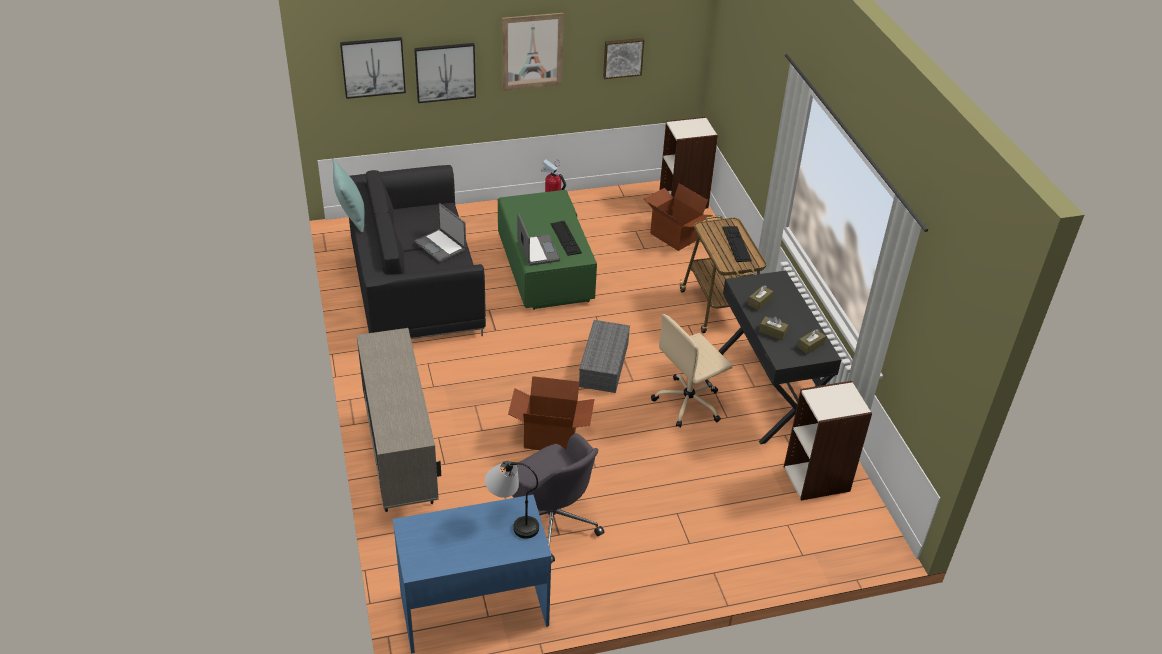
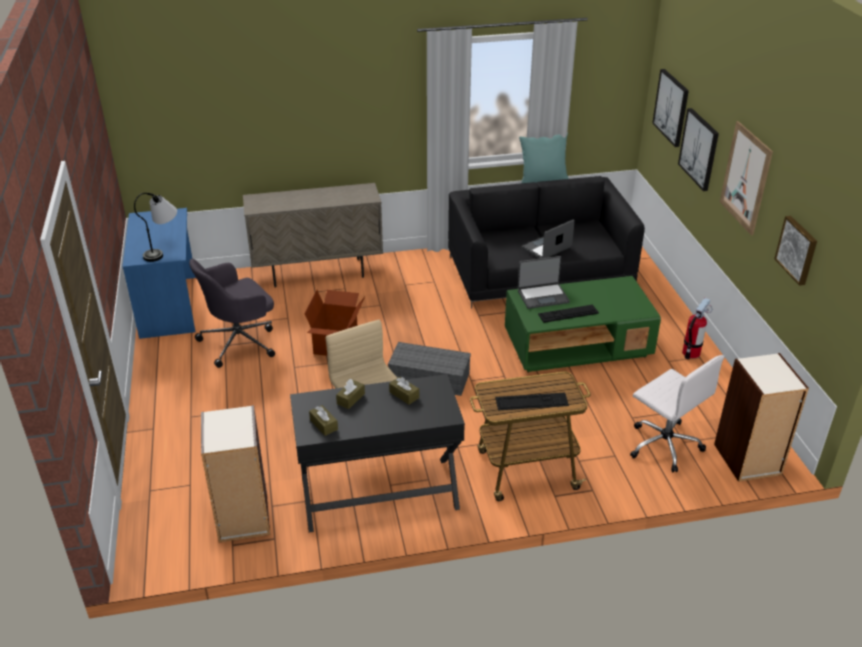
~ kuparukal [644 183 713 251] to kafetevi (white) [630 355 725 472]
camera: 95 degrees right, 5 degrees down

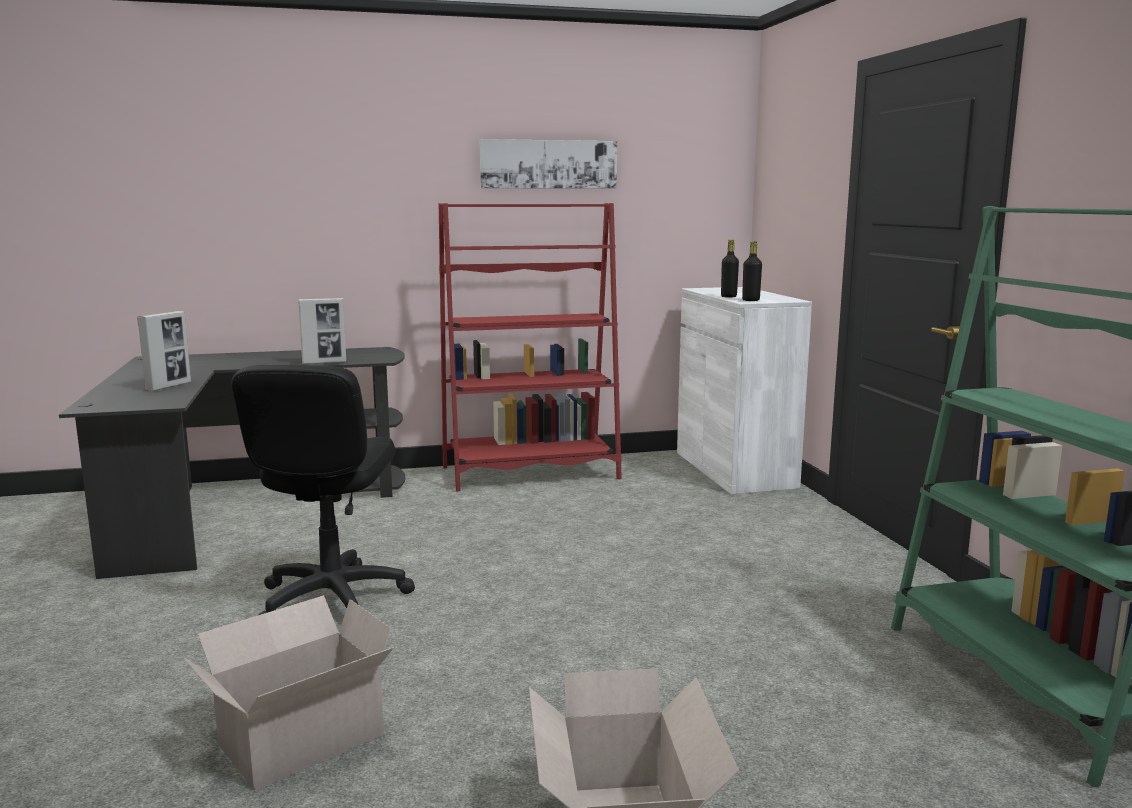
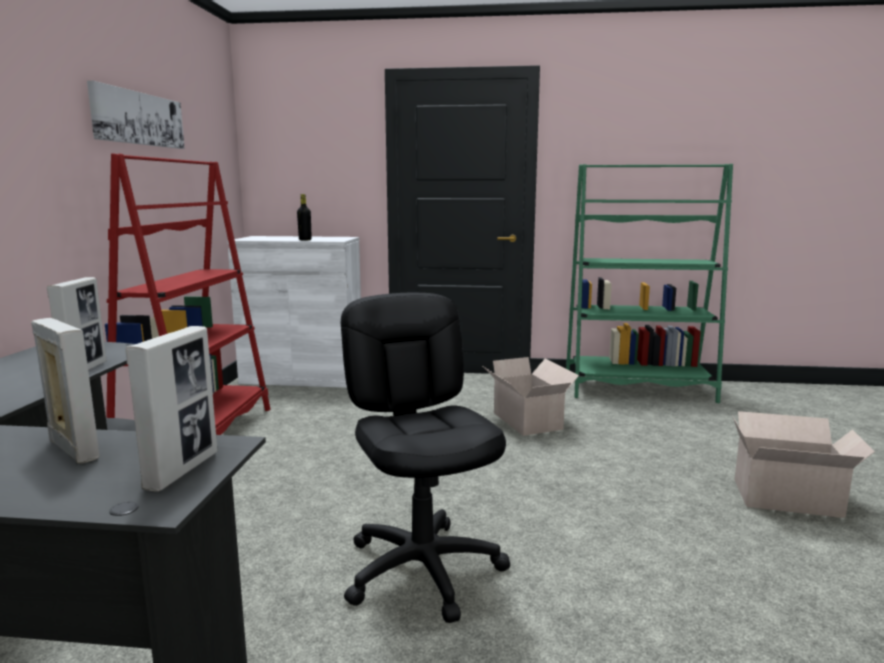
- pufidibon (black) [742 241 762 301]
+ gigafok [125 326 217 492]
~ kuparukal [184 595 394 790] to [482 357 579 436]
~ kafetevi (black) [231 365 415 615] = [341 293 510 623] 135 degrees counterclockwise
camera: 70 degrees left, 0 degrees up

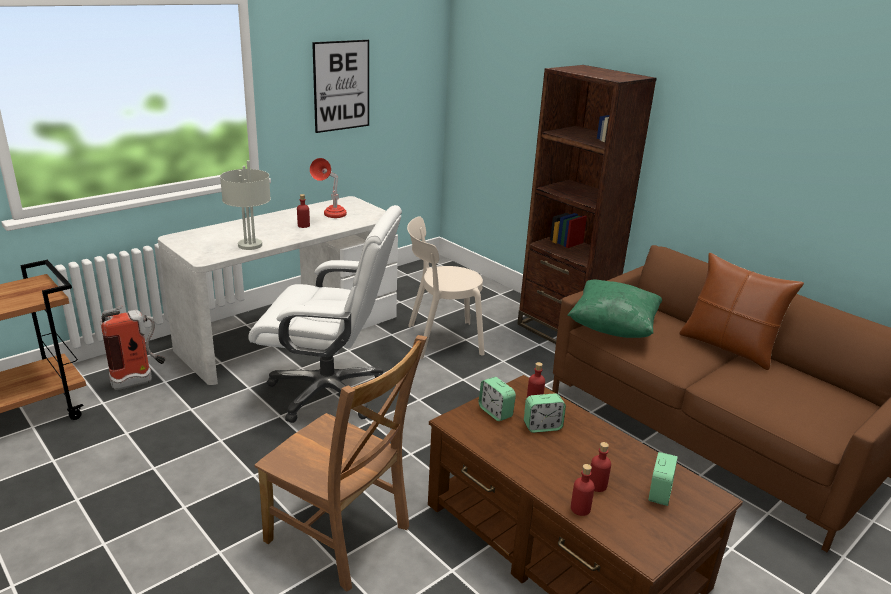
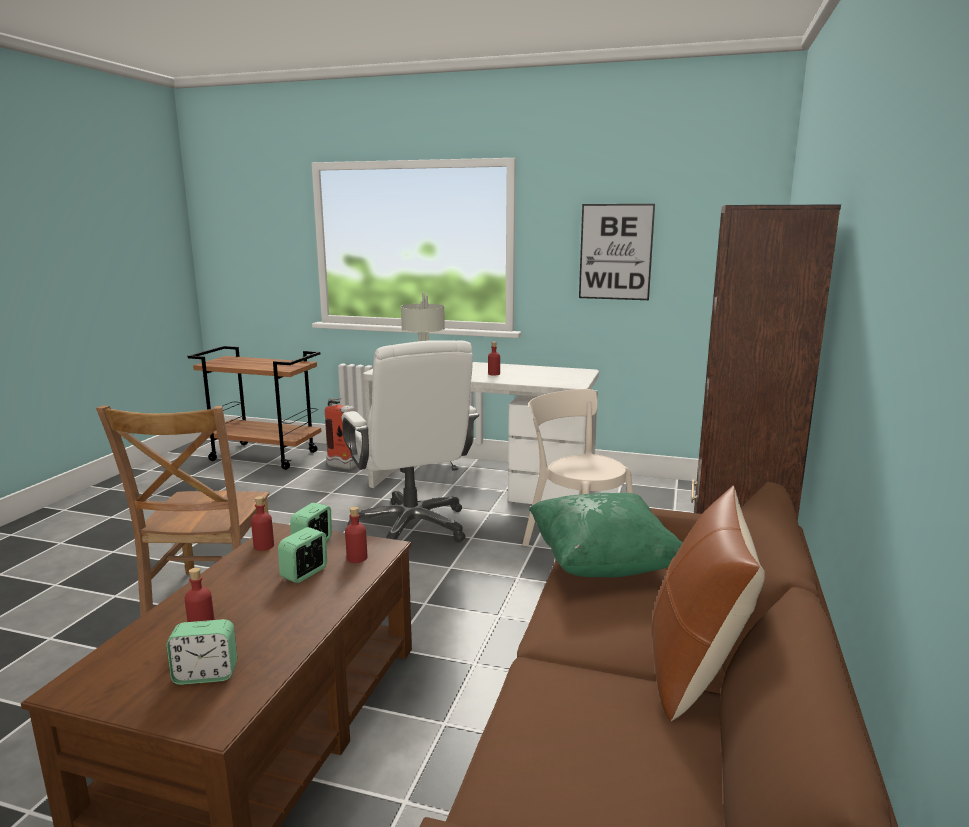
- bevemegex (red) [310 158 347 218]
~ pufidibon (red) [571 464 595 516] to [251 496 274 551]
~ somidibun [524 393 566 433] = [278 527 327 583] 75 degrees clockwise
camera: 60 degrees right, 10 degrees down

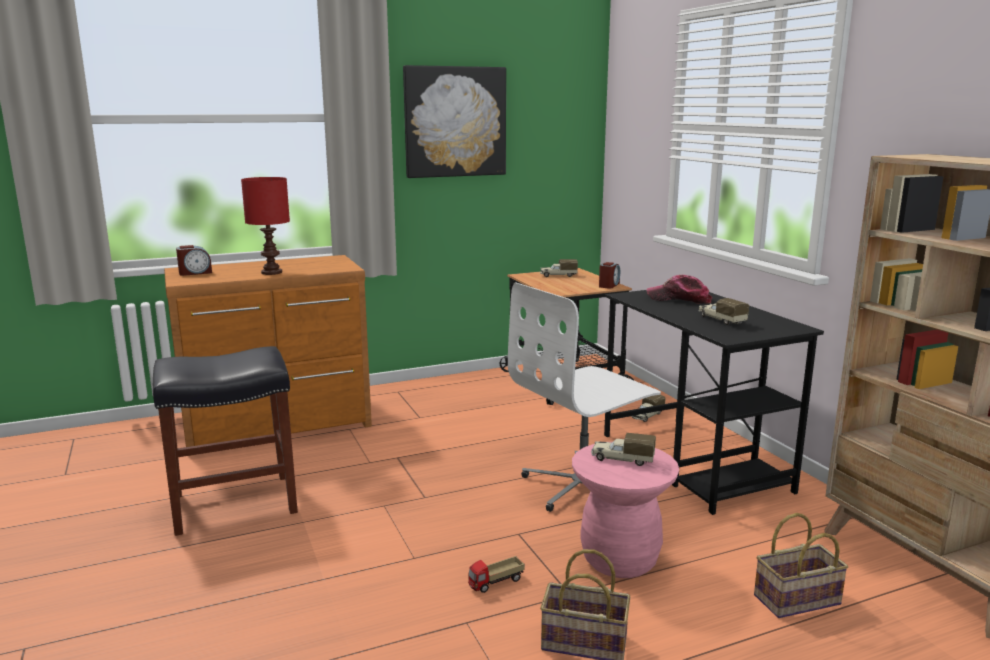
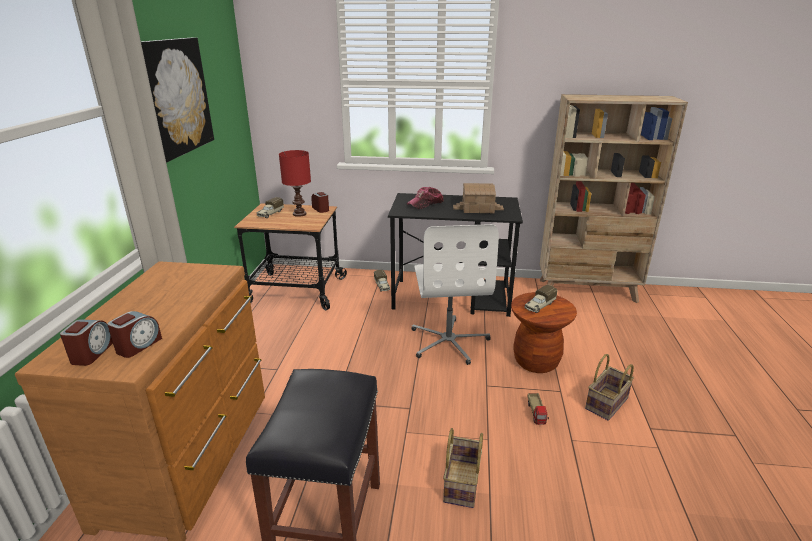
+ somidibun [107 311 162 358]
~ bevemegex (red) [241 177 290 275] to [279 150 311 217]
~ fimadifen [754 513 848 618] to [443 428 483 508]
~ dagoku [698 298 749 325] to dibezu [453 183 504 213]
~ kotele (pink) [572 442 679 578] to kotele (brown) [511 292 577 373]
camera: 60 degrees left, 10 degrees up

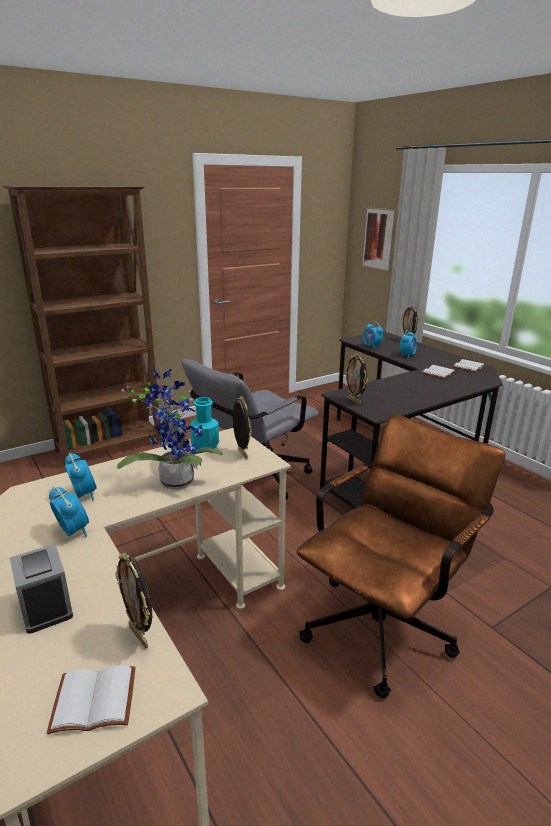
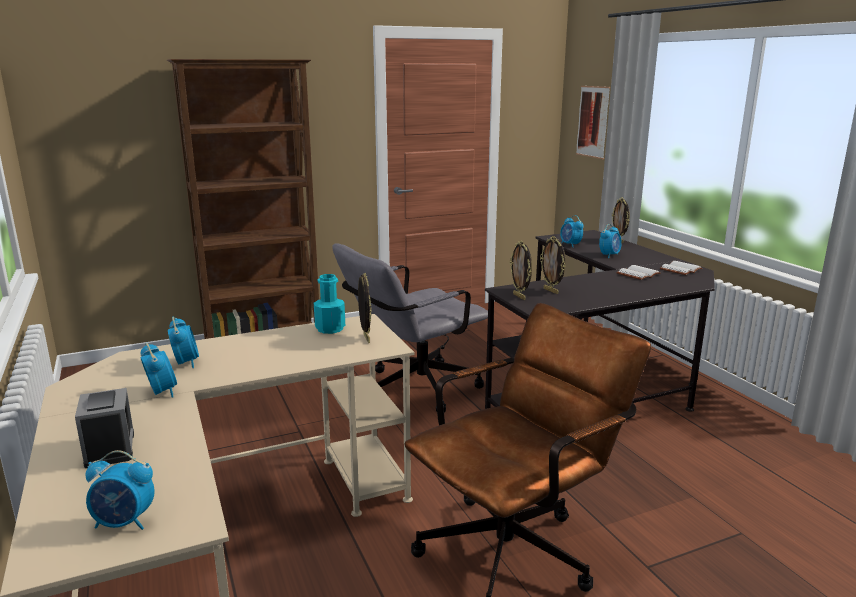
- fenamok [117 367 223 490]
~ gigafok [115 553 152 648] to [540 236 566 294]
~ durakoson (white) [47 665 136 734] to somidibun [85 450 155 530]
camera: 10 degrees right, 5 degrees down

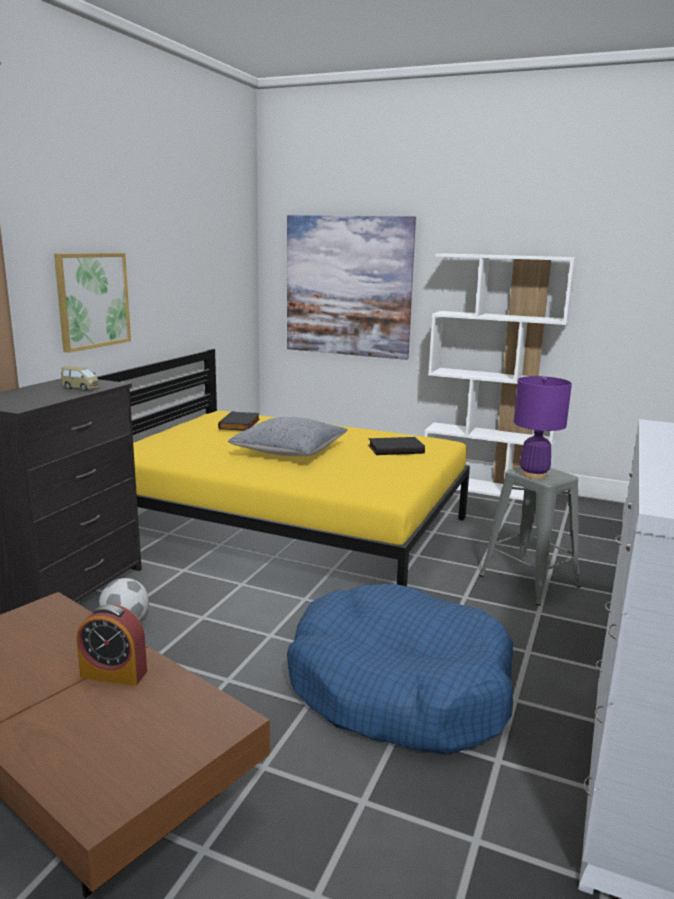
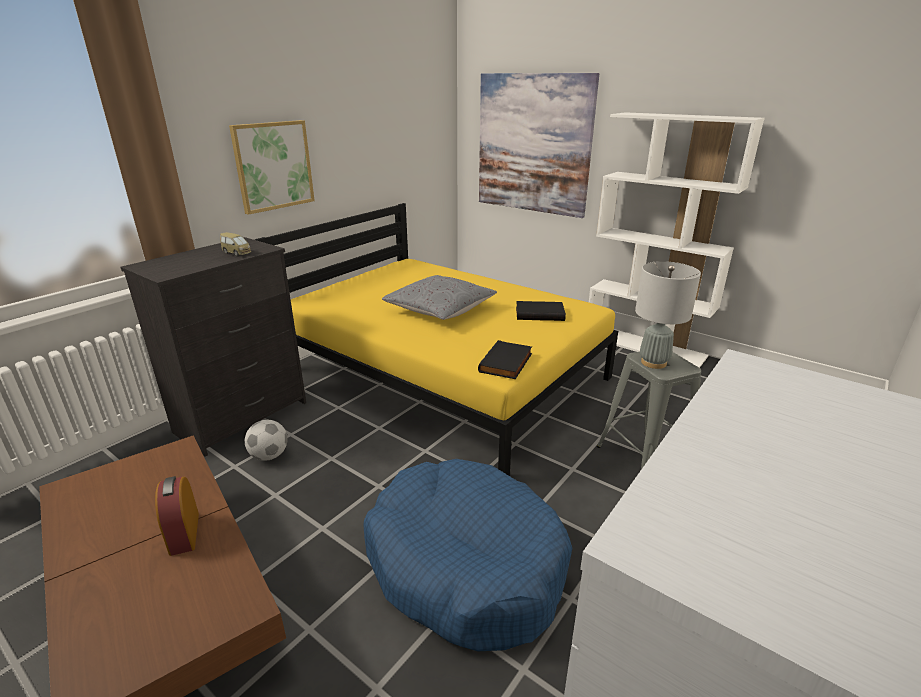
~ durakoson (black) [218 411 260 431] to [478 340 532 379]
~ bevemegex (purple) [514 376 572 479] to bevemegex (grey) [635 261 701 369]
~ somidibun [77 605 147 686] = [155 476 199 556] 45 degrees clockwise
camera: 15 degrees right, 10 degrees up

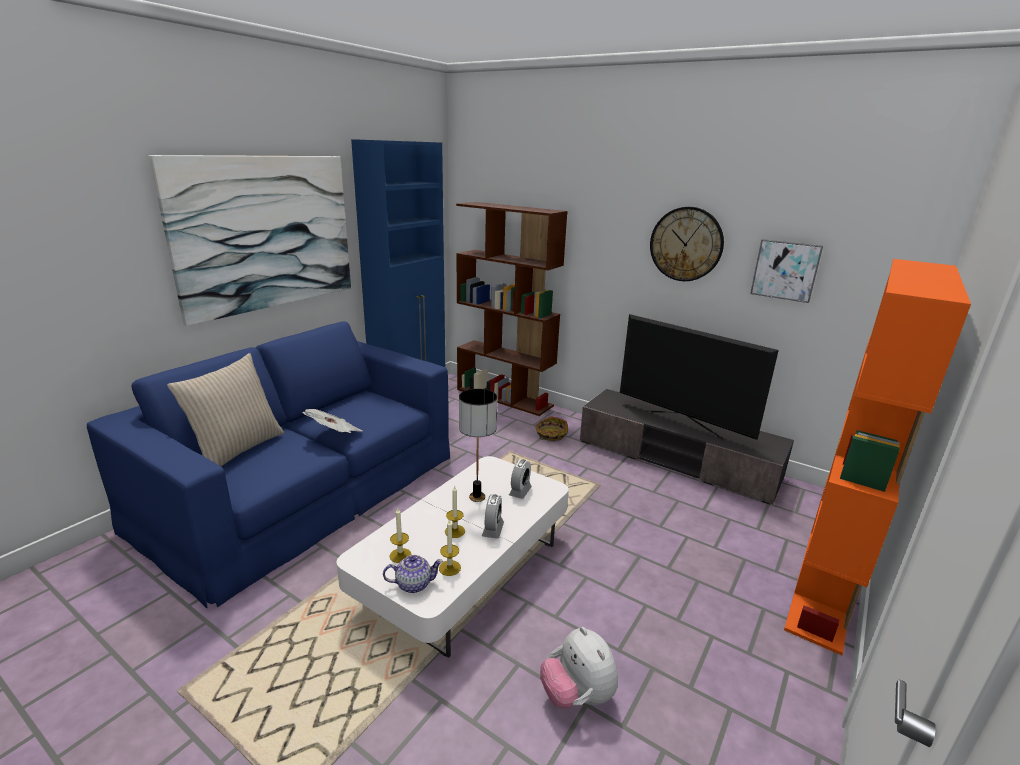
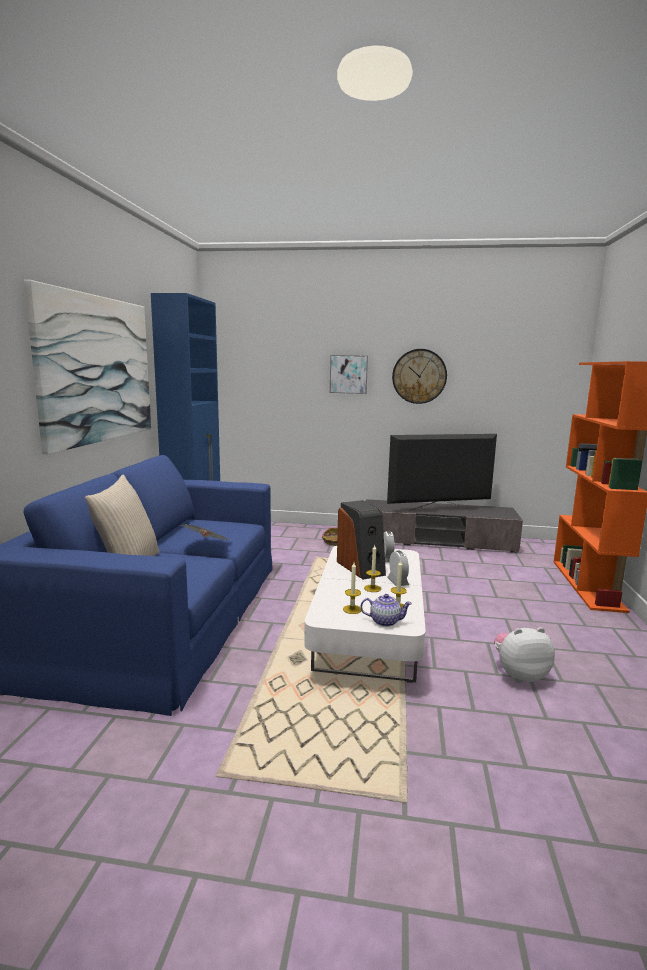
- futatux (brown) [456 202 568 416]
~ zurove [750 239 823 303] to [330 355 368 394]
~ bevemegex [459 389 497 502] to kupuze [337 500 386 580]
~ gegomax [383 555 443 593] = [360 594 412 627] 45 degrees clockwise
~ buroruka [540 627 618 709] = [494 627 555 683] 135 degrees clockwise
~ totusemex [620 314 779 440] = [387 434 497 511] 150 degrees clockwise
camera: 25 degrees left, 10 degrees down

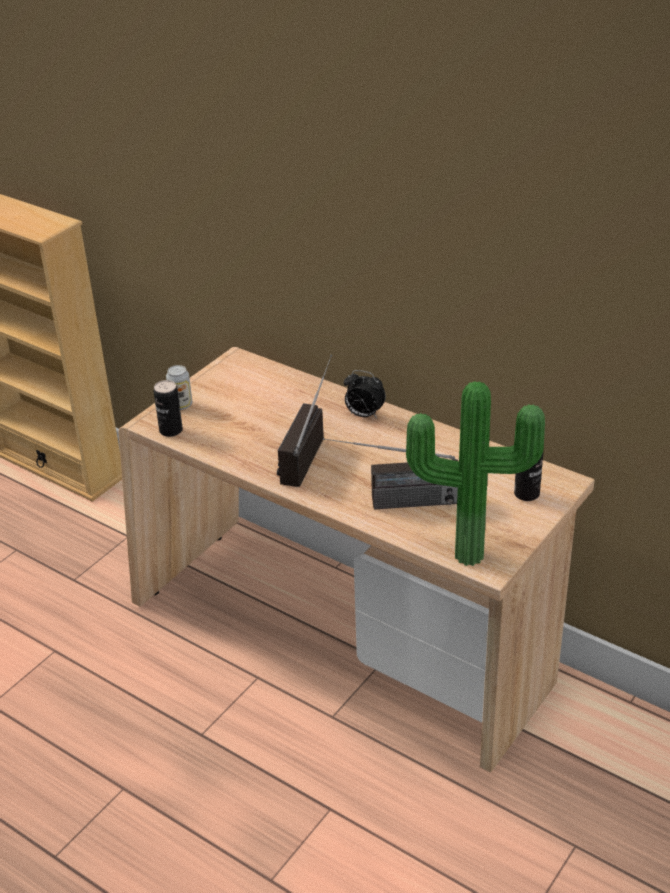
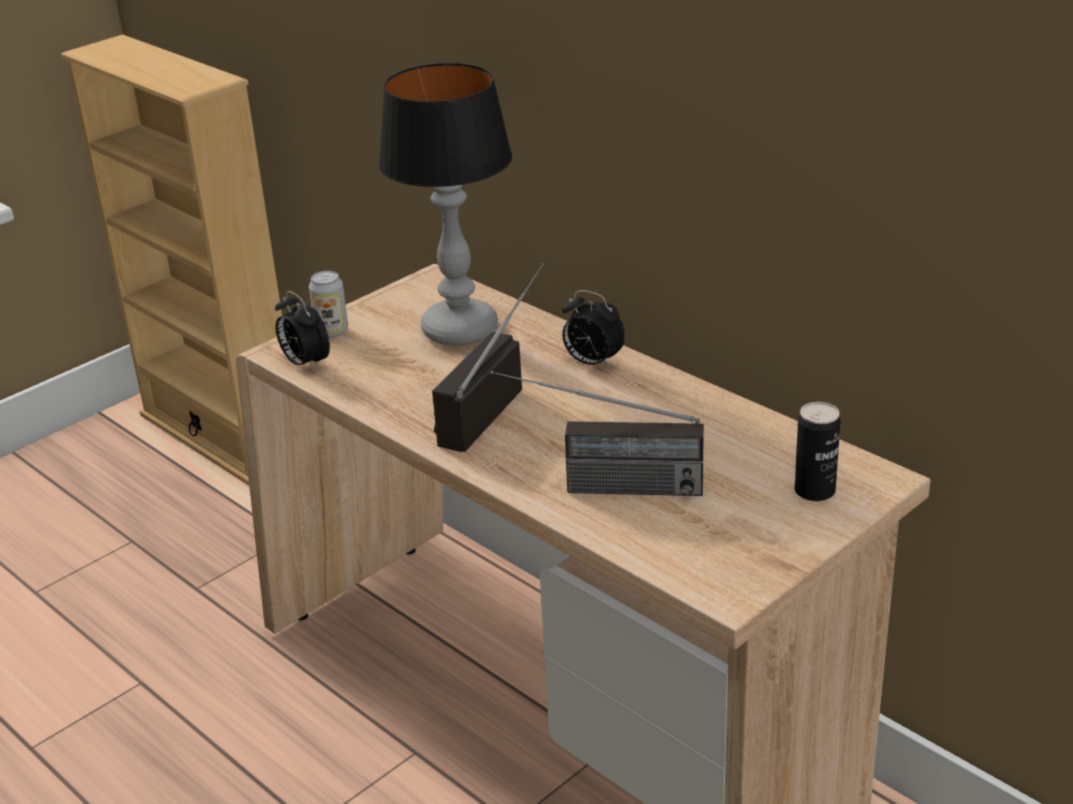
- fenamok [406 381 545 566]
+ bevemegex [378 63 512 346]
~ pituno [154 380 183 437] to somidibun [275 291 330 372]
camera: 10 degrees right, 5 degrees down

